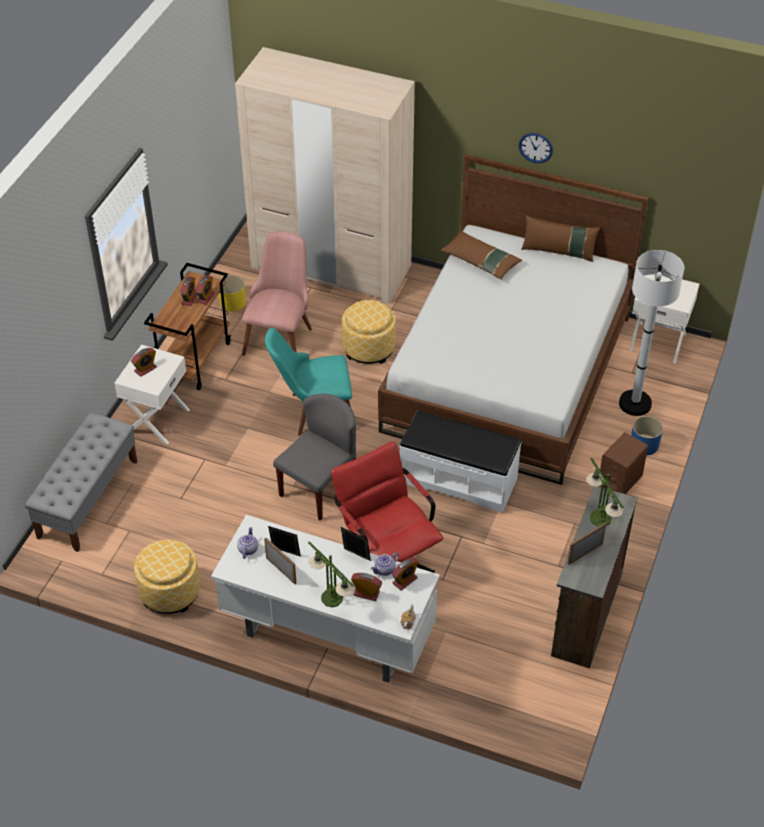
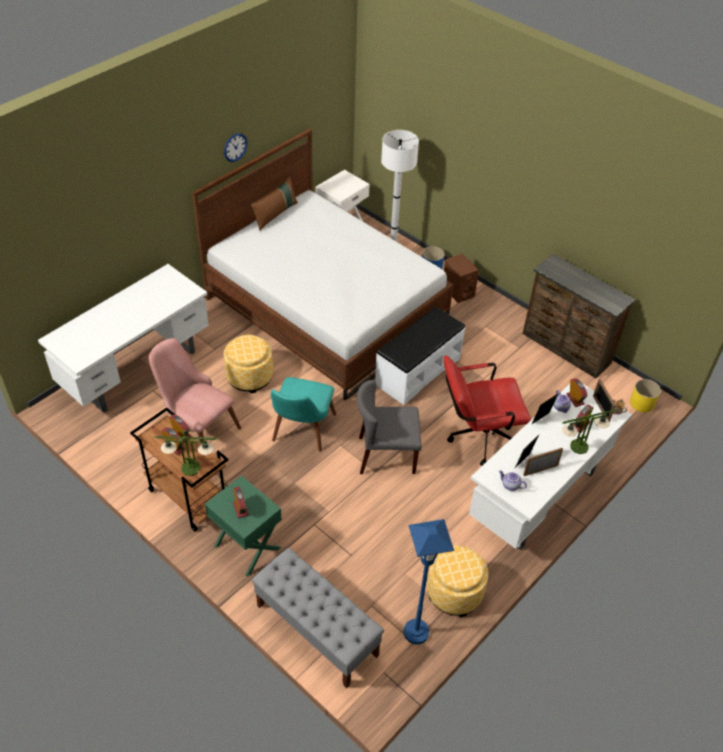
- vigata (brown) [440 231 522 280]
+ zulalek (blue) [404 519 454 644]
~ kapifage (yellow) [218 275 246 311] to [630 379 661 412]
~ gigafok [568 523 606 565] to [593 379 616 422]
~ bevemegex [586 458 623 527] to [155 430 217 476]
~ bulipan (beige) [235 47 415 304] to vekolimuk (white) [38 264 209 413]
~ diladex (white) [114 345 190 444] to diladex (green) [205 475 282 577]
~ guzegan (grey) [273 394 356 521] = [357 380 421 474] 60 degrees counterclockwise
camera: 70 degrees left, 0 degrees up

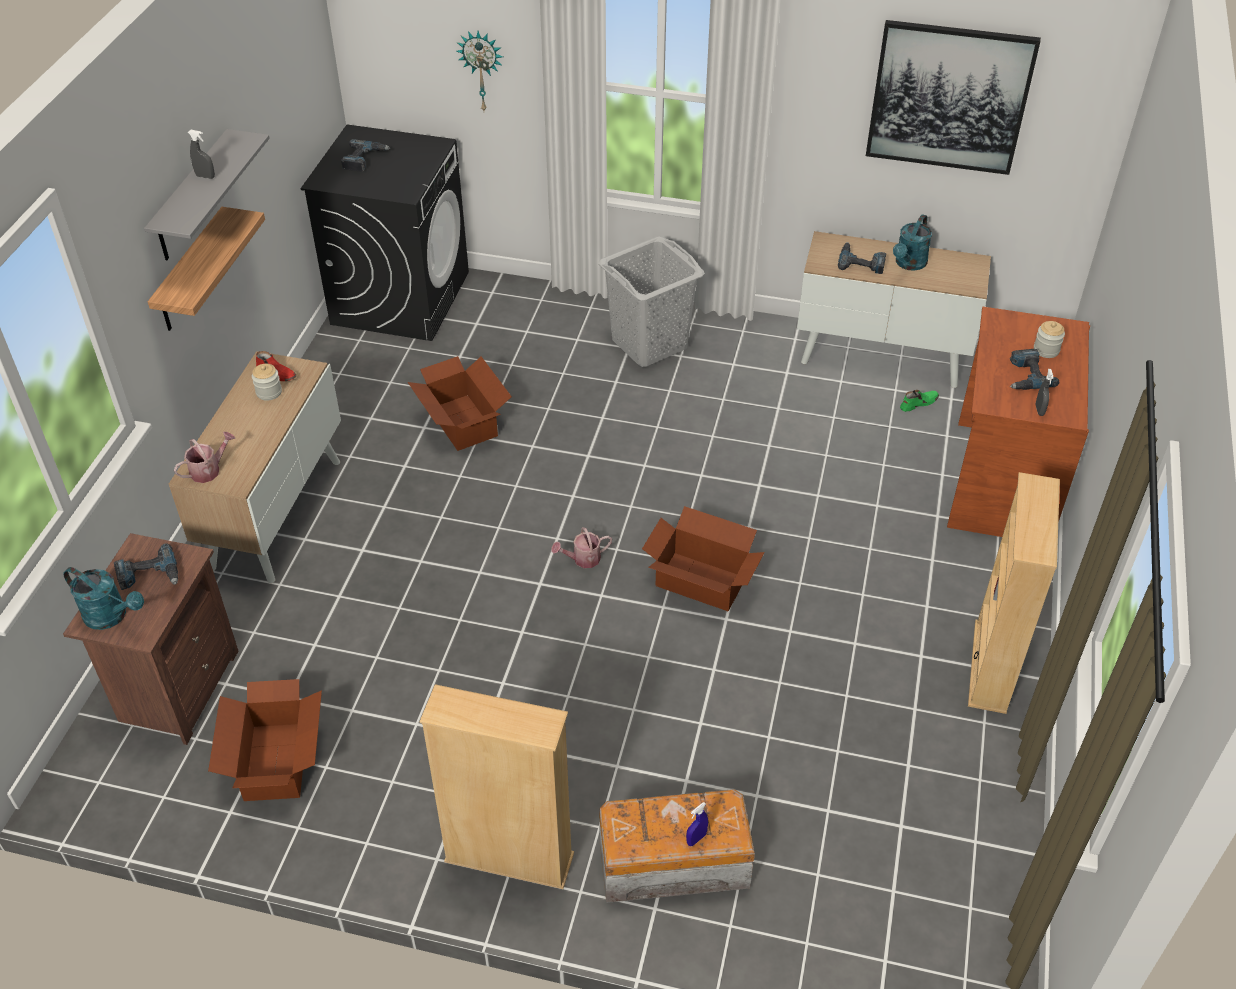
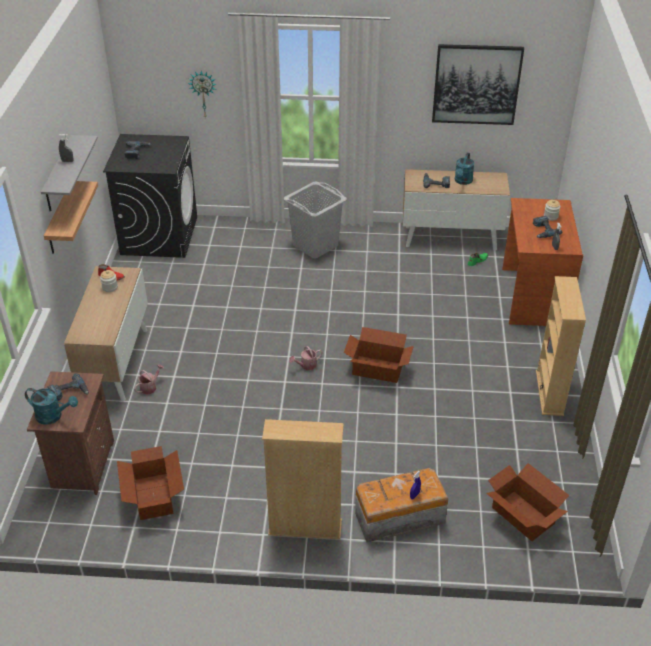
~ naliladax [174 432 236 483] to [134 364 164 395]
~ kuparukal [408 356 512 451] to [486 463 569 541]
camera: 10 degrees left, 5 degrees down

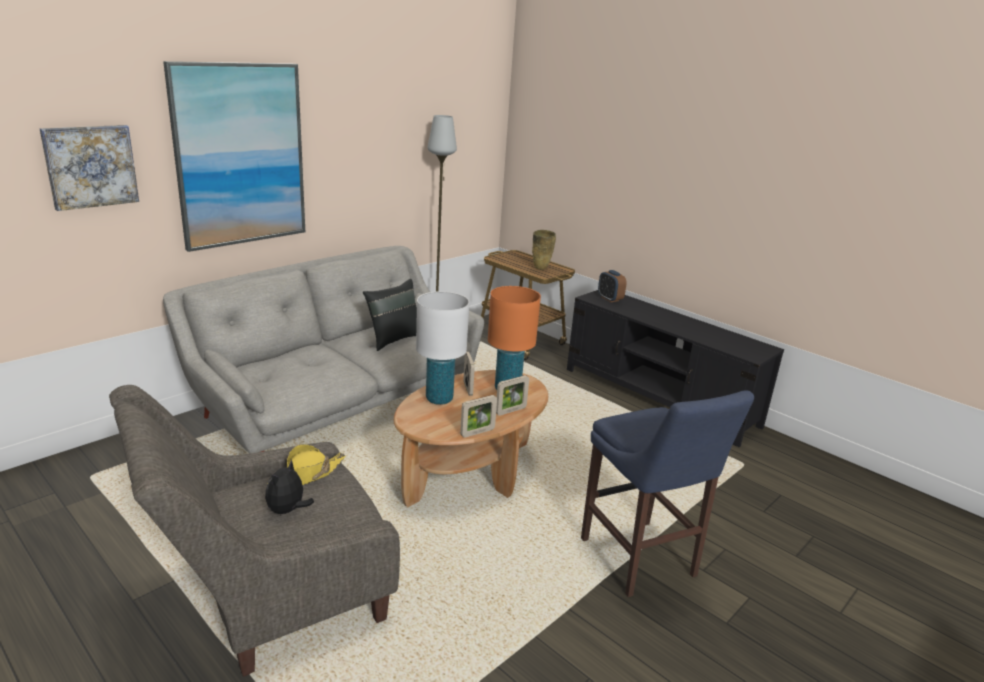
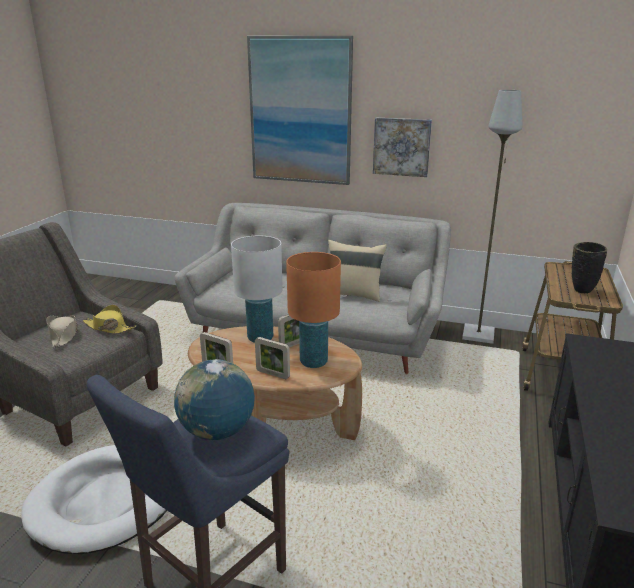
- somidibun [598 270 626 302]
+ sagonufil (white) [21 445 167 554]
+ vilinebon [174 359 255 440]
~ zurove [40 125 139 211] to [373 117 432 177]
~ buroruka [265 459 314 514] to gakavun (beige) [46 315 77 348]
~ vigata (black) [363 279 417 351] to vigata (beige) [328 240 387 302]
~ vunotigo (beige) [532 230 556 270] to vunotigo (black) [572 242 607 293]
camera: 65 degrees right, 0 degrees up

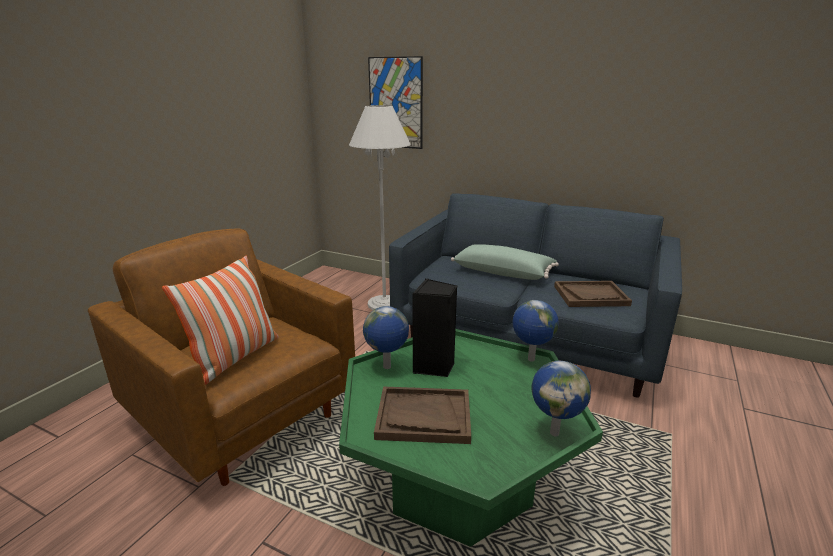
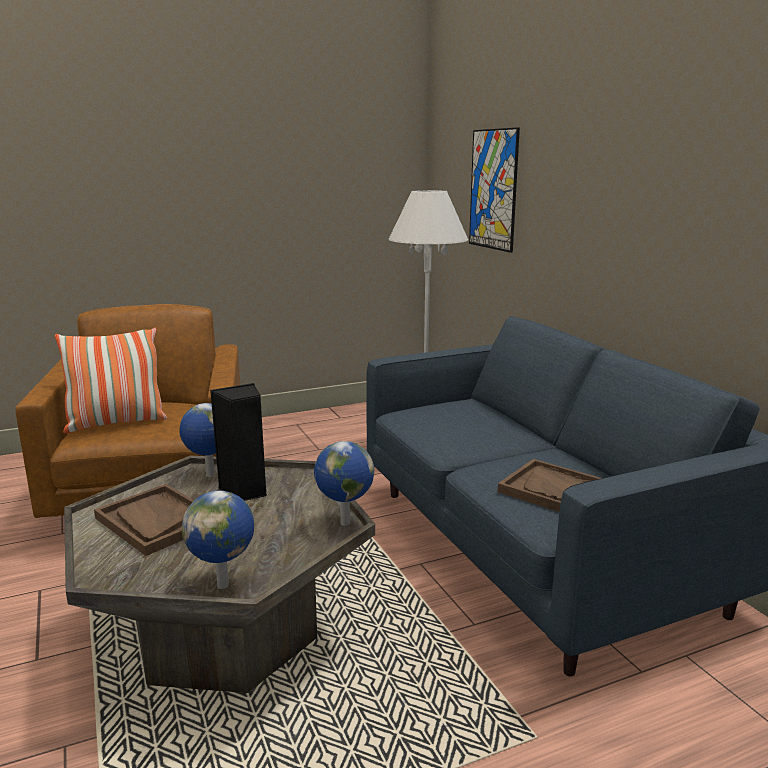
- vigata (green) [451 244 559 280]
~ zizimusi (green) [339 329 603 547] to zizimusi (grey) [64 456 375 693]
camera: 40 degrees right, 5 degrees down

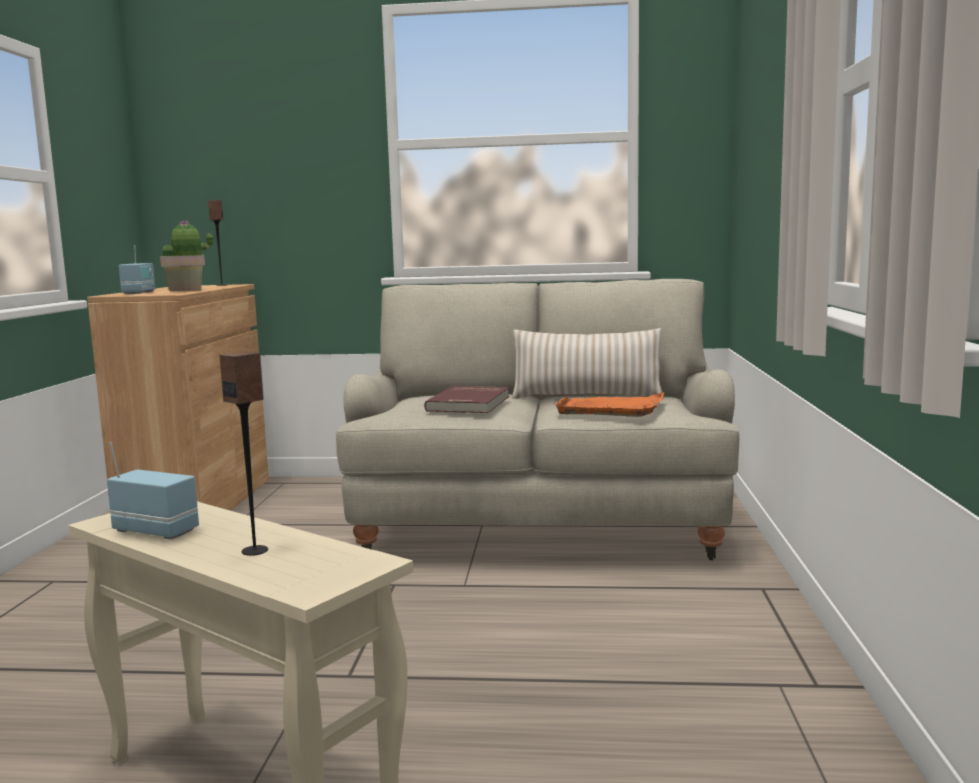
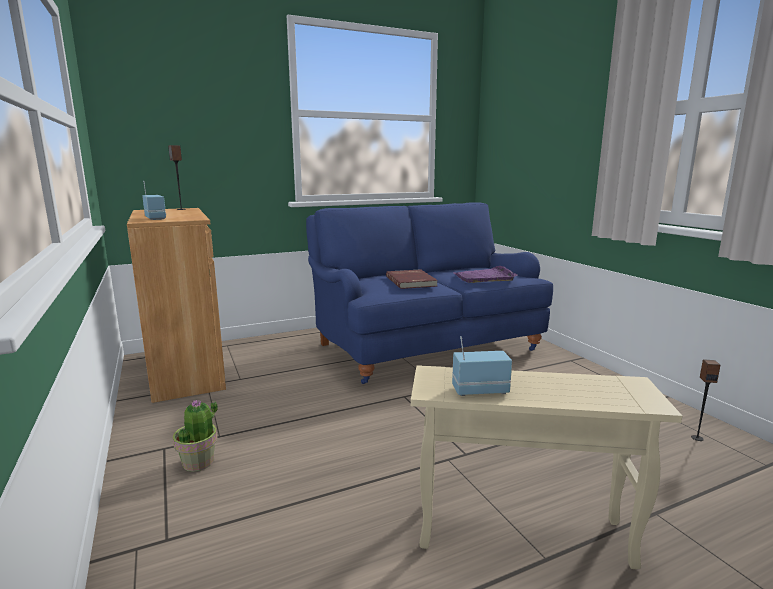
- vigata (beige) [512 328 662 399]
~ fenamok [160 220 213 291] to [172 400 218 472]
~ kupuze [219 351 268 556] to [691 359 720 441]
~ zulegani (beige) [336 279 739 560] to zulegani (blue) [306 202 553 384]
~ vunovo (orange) [554 392 665 417] to vunovo (purple) [454 266 517 283]
camera: 30 degrees left, 5 degrees up

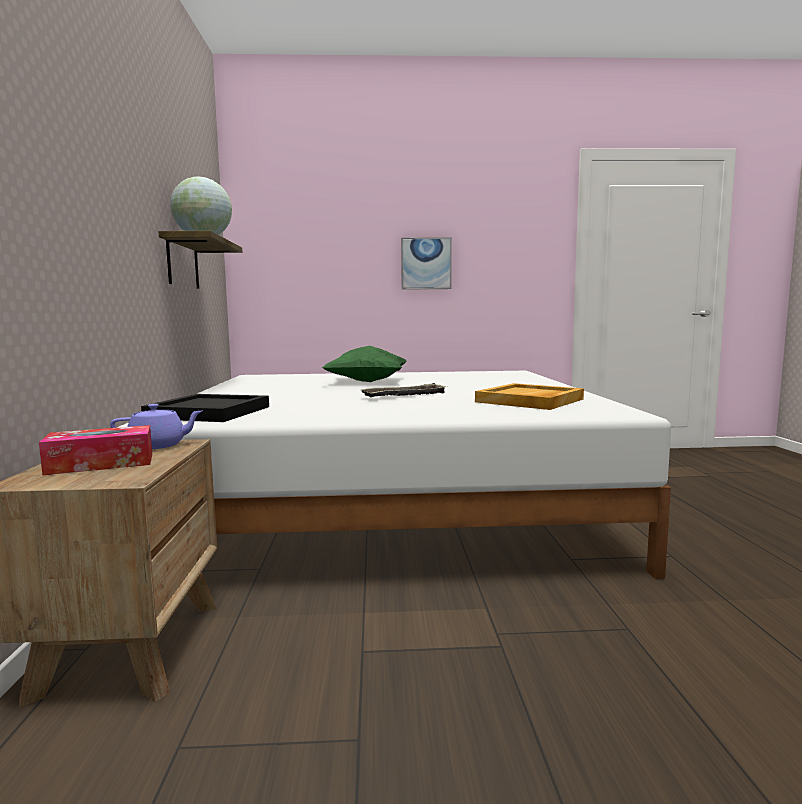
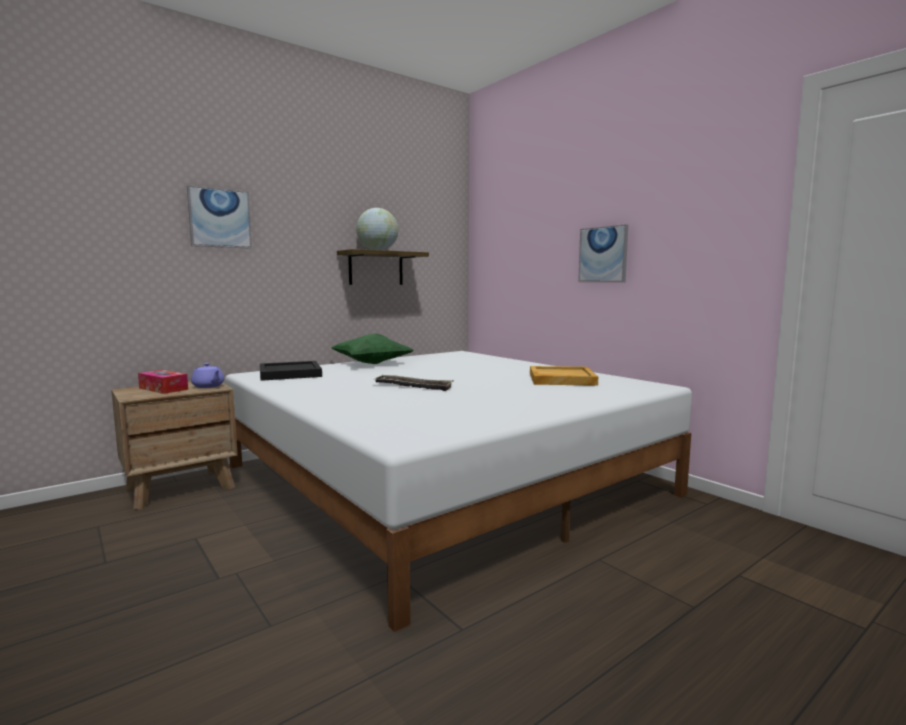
+ zurove [187 185 252 249]
~ vigata (green) [322 346 406 382] to [331 334 413 364]
~ vunovo (beige) [475 383 584 410] to [530 366 598 386]
camera: 55 degrees right, 0 degrees up

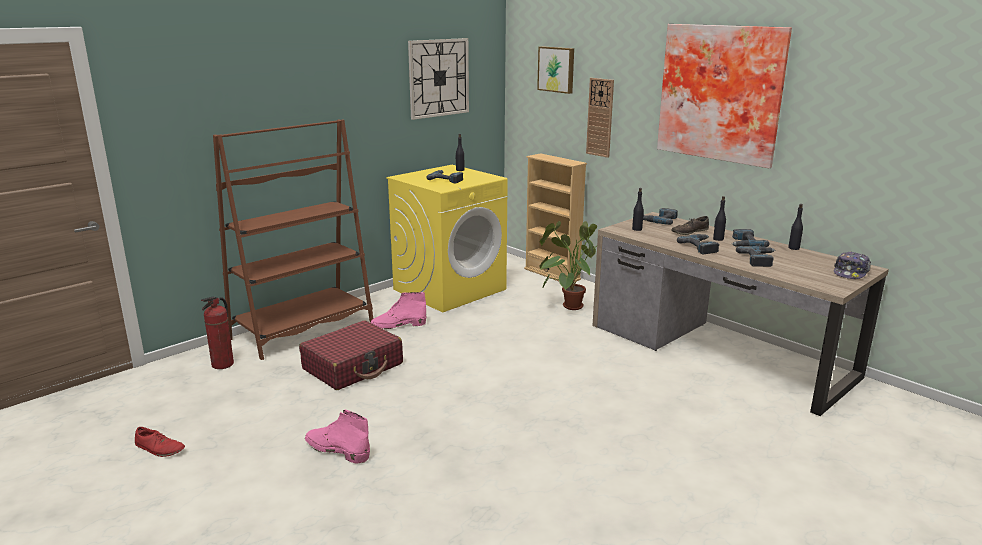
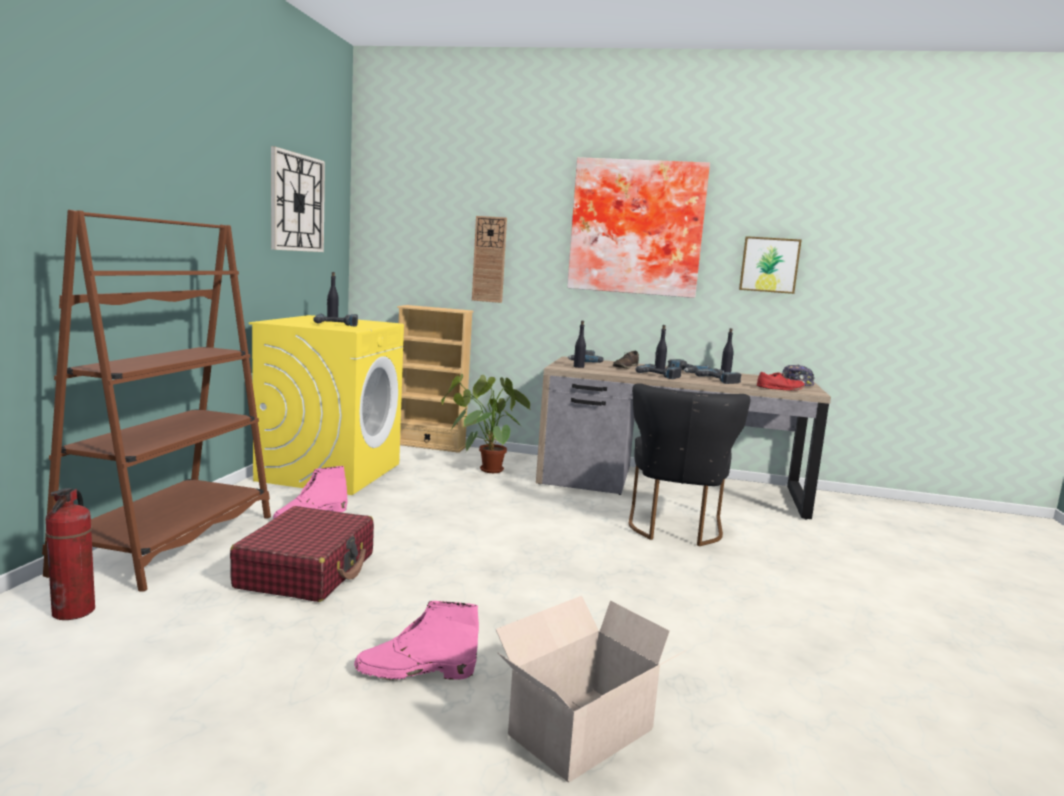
+ kuparukal [496 596 686 783]
+ guzegan (black) [629 383 751 546]
~ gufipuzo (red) [135 427 185 457] to [757 372 805 391]
~ zurove [537 46 574 94] to [739 236 802 294]
camera: 35 degrees left, 10 degrees down

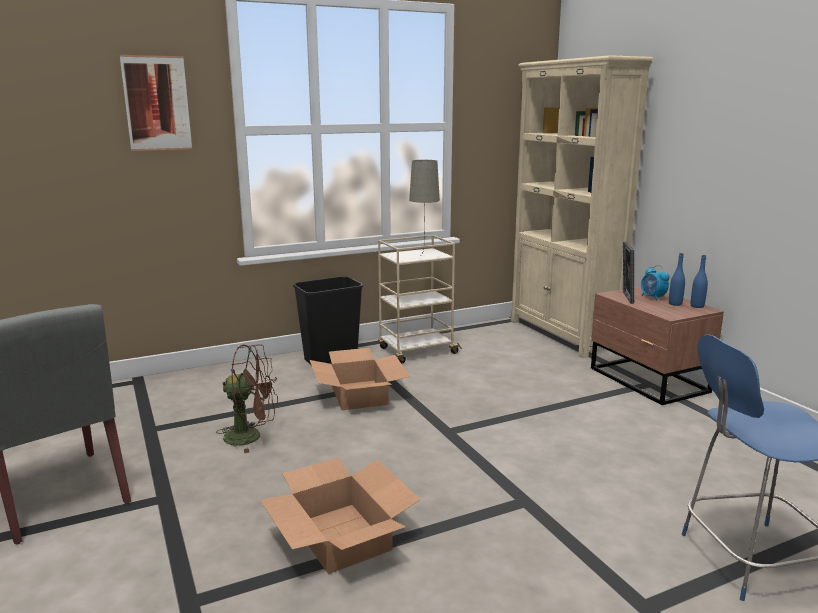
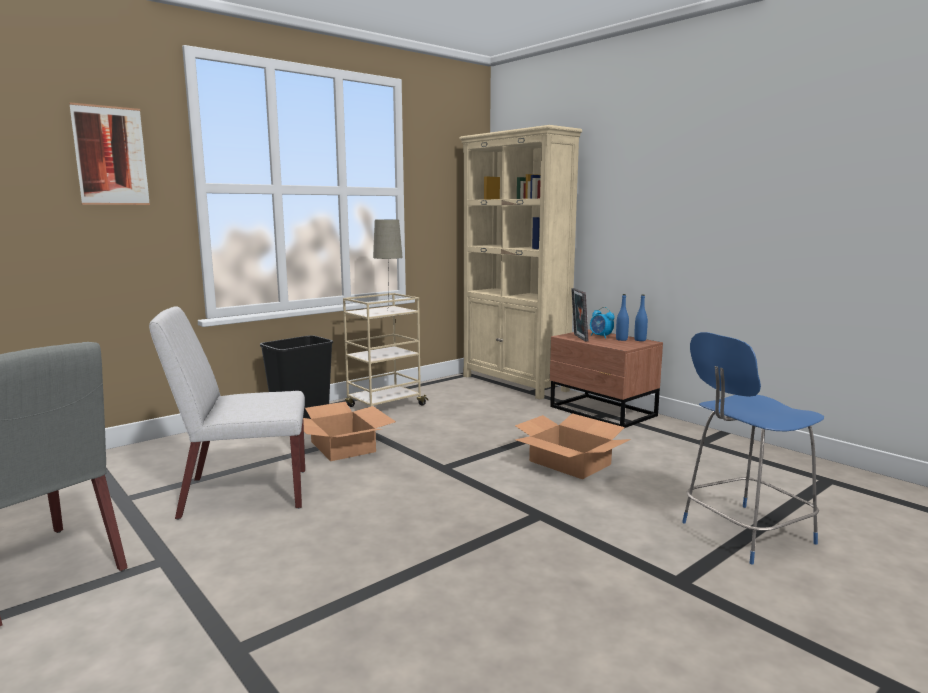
~ kuparukal [260 457 420 574] to [515 413 631 479]
~ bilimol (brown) [216 344 278 453] to guzegan (white) [149 307 305 520]
camera: 15 degrees left, 5 degrees down

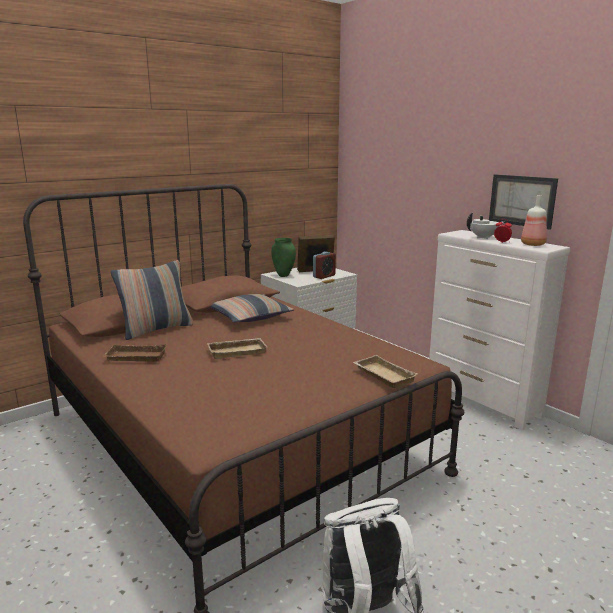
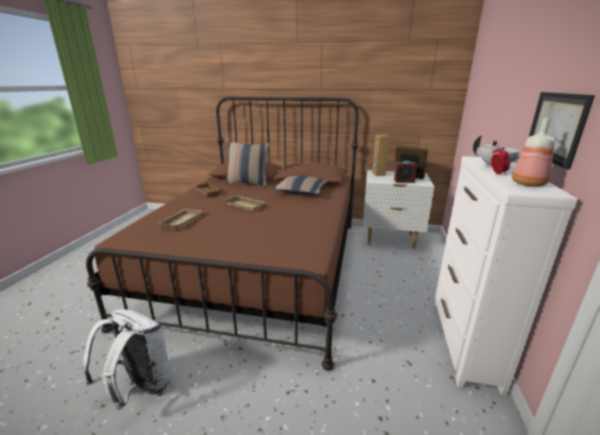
~ vunovo (beige) [353 355 418 388] to [159 209 202 230]
~ vunotigo (green) [271 238 296 277] to kupuze (brown) [372 134 390 176]
camera: 50 degrees right, 5 degrees up

